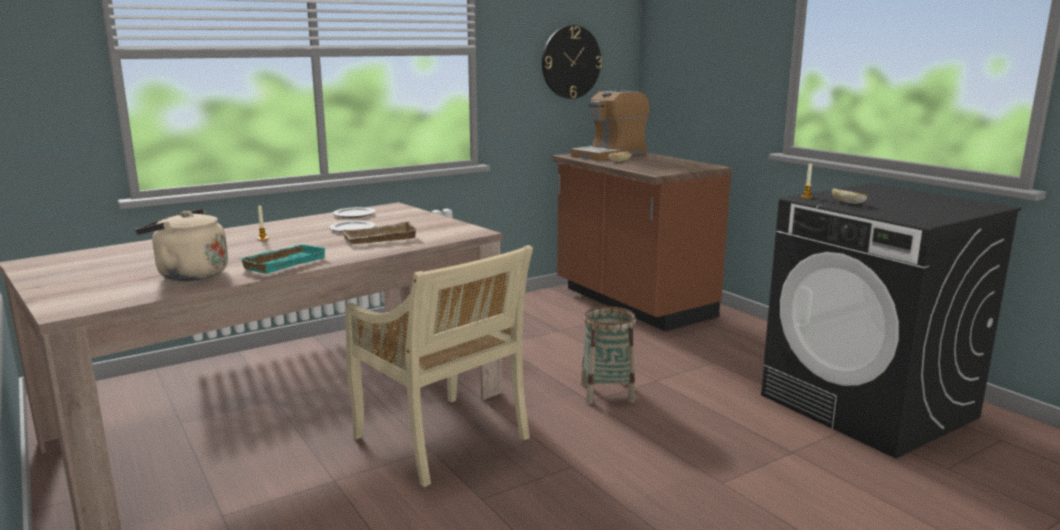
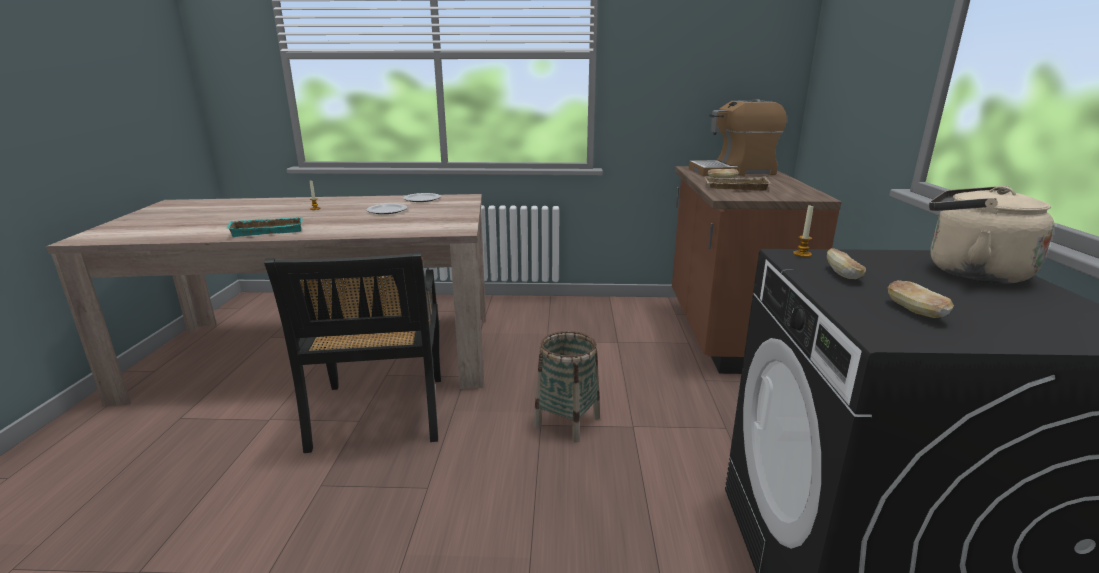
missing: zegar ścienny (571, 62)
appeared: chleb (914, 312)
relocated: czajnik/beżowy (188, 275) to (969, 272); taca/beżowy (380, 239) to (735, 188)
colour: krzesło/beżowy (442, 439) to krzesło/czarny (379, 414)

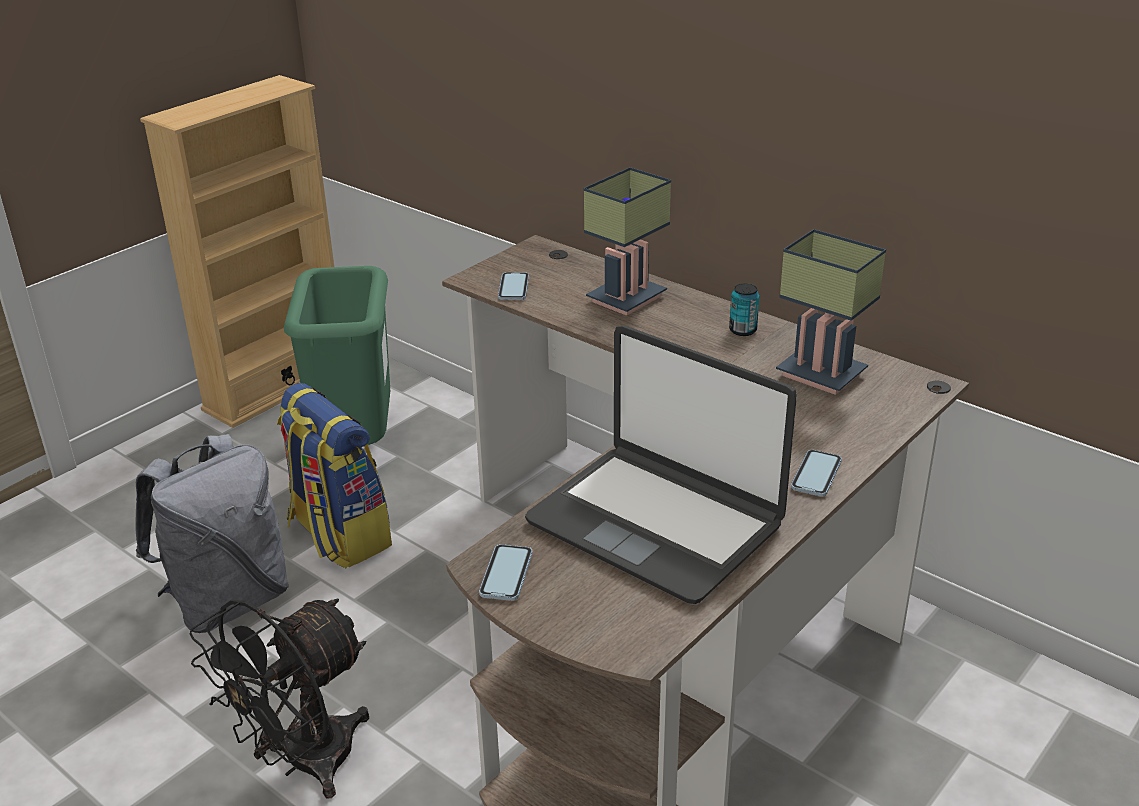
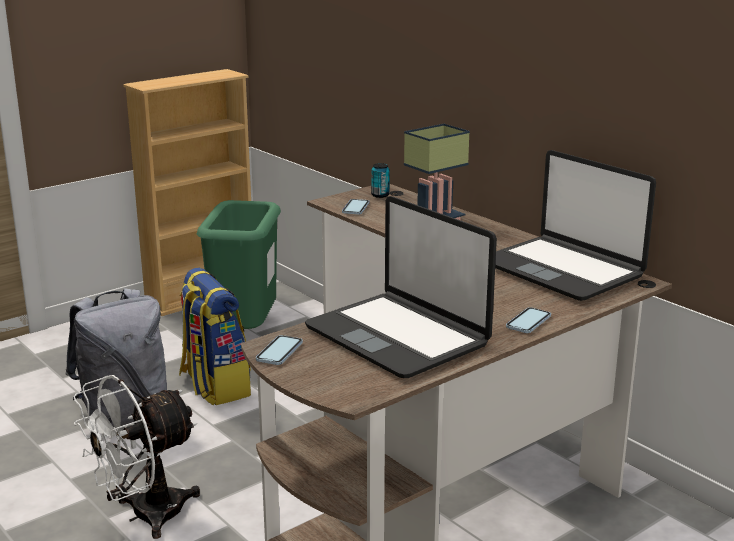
relocated: puszka (743, 330) to (380, 195)
exchanged: lampa stołowa (825, 374) to laptop (562, 269)
colour: wentylator/czarny (303, 763) to wentylator/biały (144, 516)

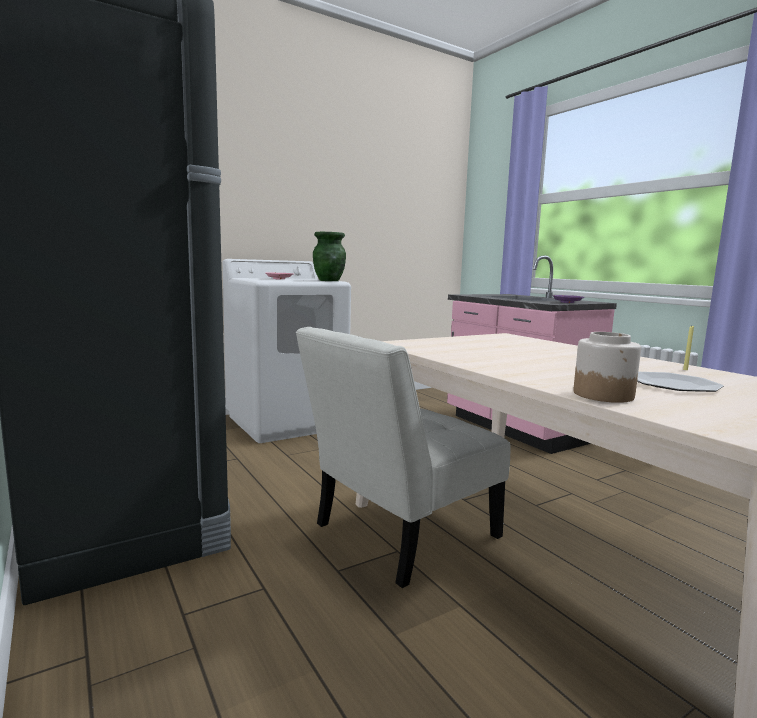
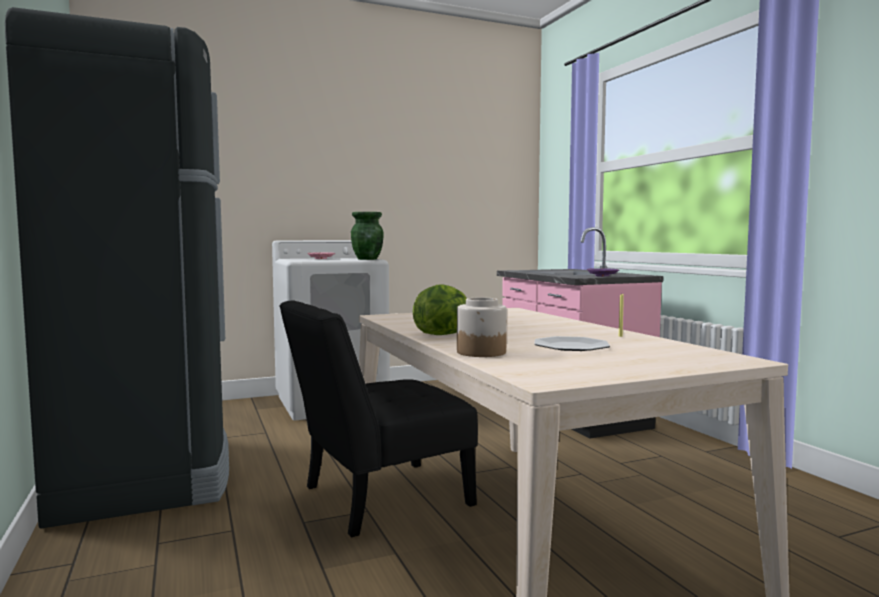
appeared: sałata (444, 334)
colour: krzesło/biały (399, 534) to krzesło/czarny (378, 498)

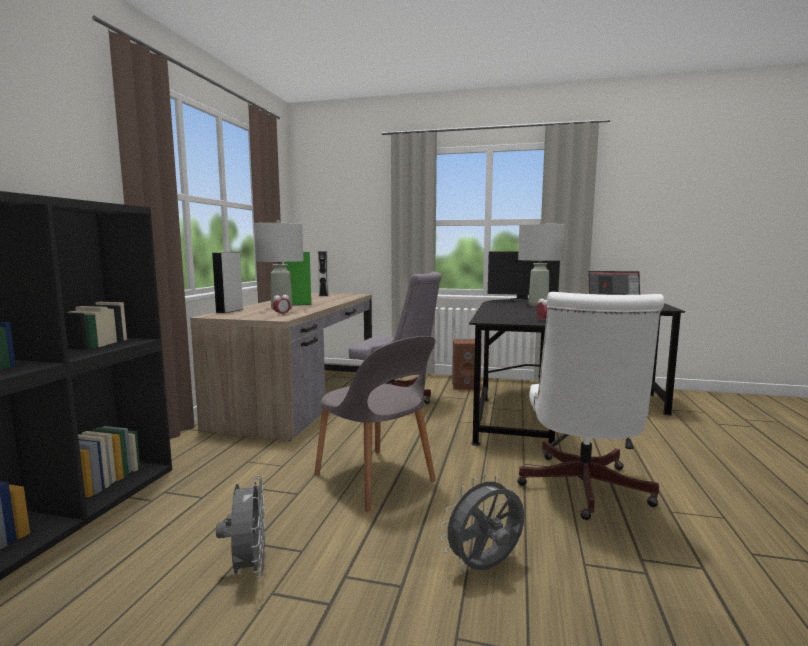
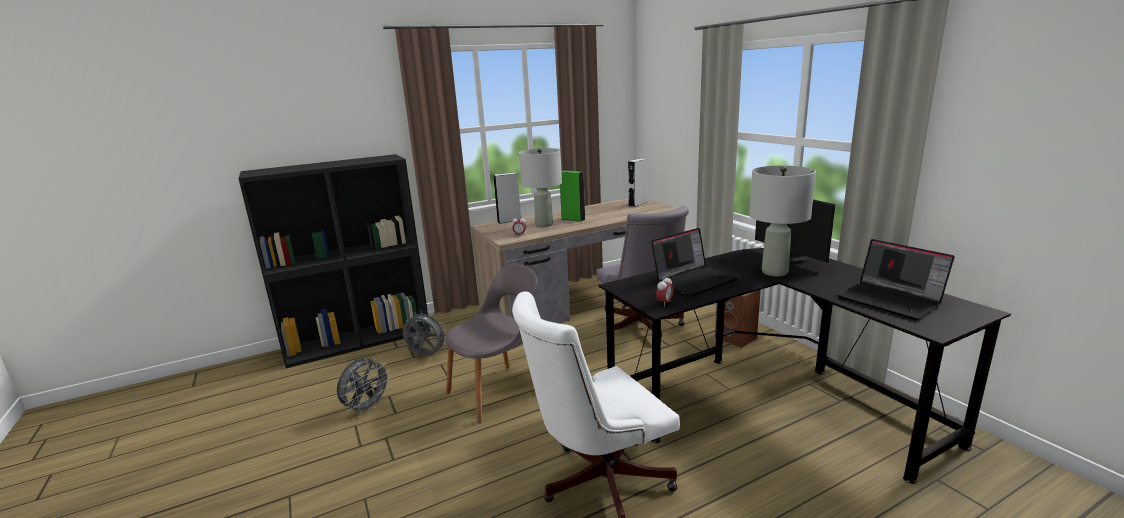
appeared: laptop (694, 280)
relocated: wentylator/szary (485, 567) to (426, 356)
spun: krzesło/szary (376, 479) = (498, 391) 135 degrees counterclockwise

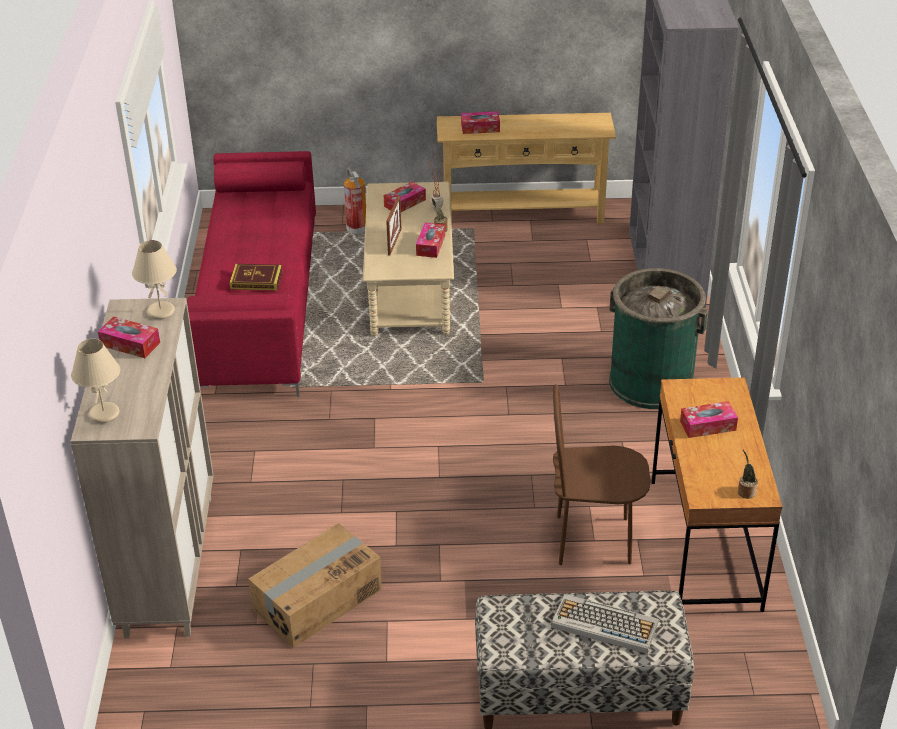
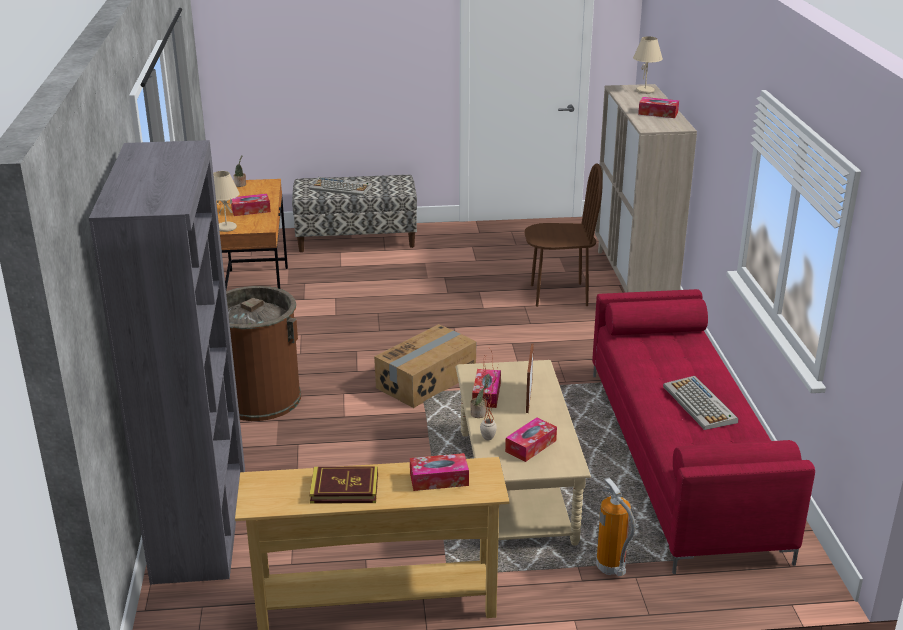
appeared: klawiatura (700, 404)
relocated: lampa stołowa/beżowy (161, 311) to (226, 228); książka (256, 280) to (344, 489); krzesło/brązowy (593, 540) to (559, 295); karton (317, 599) to (427, 380)
colour: kosz na śmieci/zielony (651, 382) to kosz na śmieci/brązowy (260, 398)

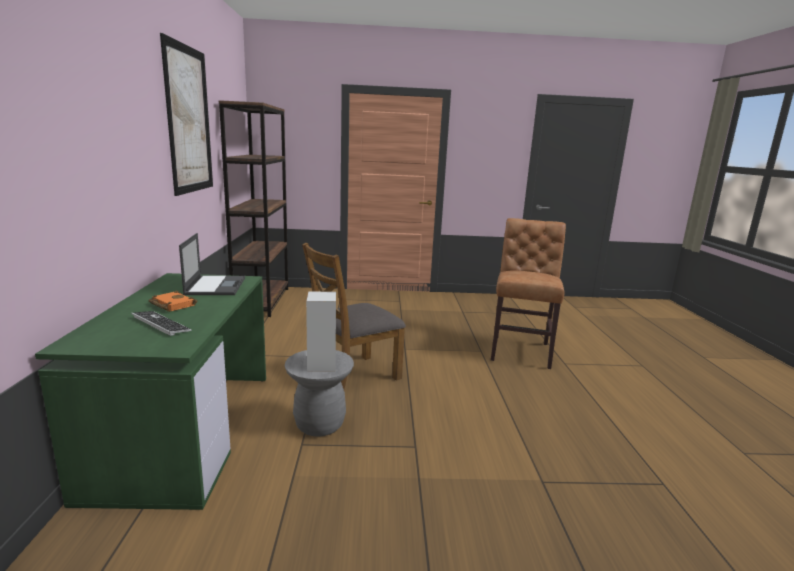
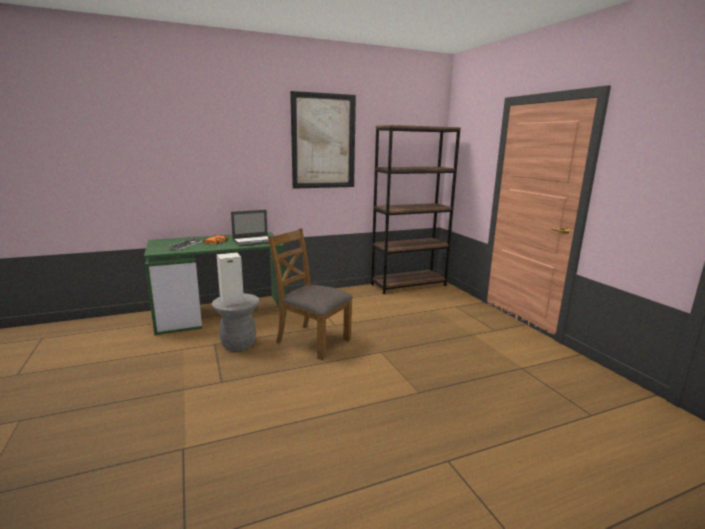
missing: krzesło/brązowy (520, 350)

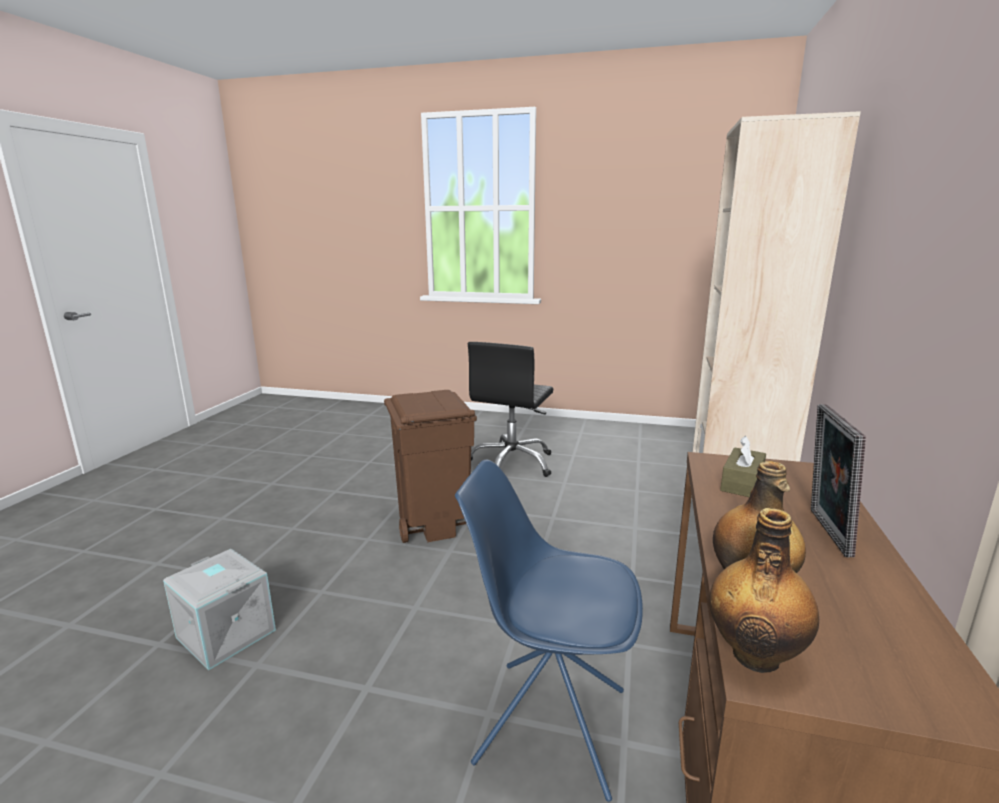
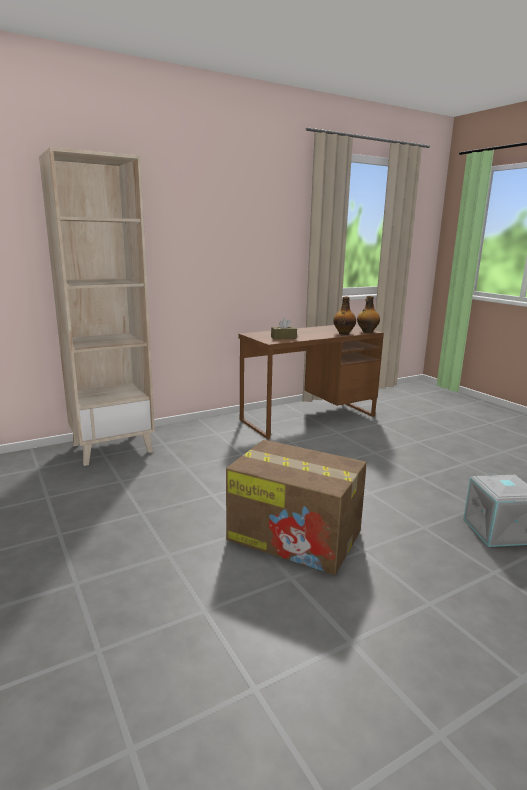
missing: krzesło biurowe/czarny (512, 463); ramka na zdjęcie (824, 531); krzesło/niebieski (548, 724)
exchanged: kosz na śmieci/brązowy (433, 523) to karton (296, 536)

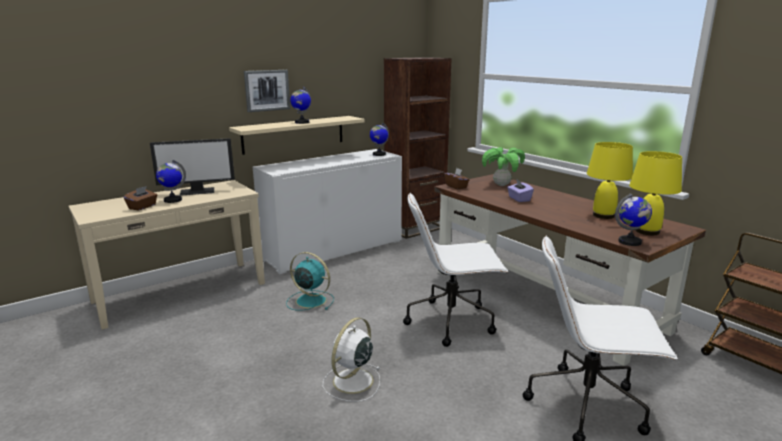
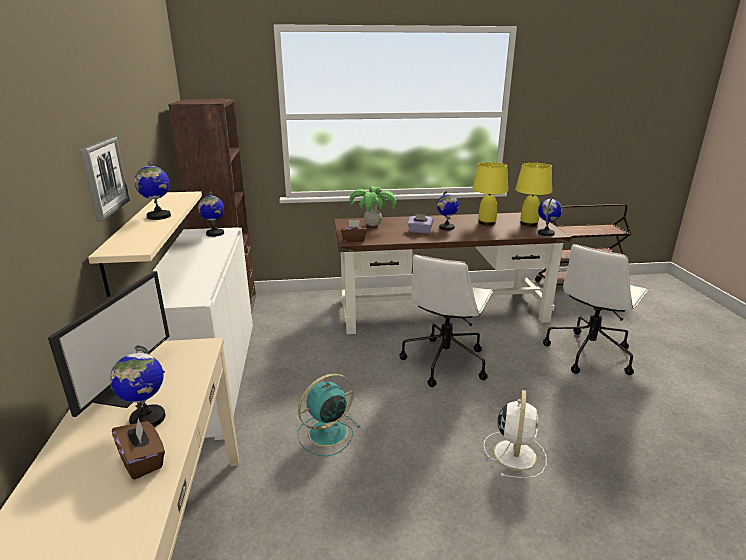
appeared: globus (446, 227)
spun: wentylator/biały (352, 382) = (514, 453) 135 degrees counterclockwise

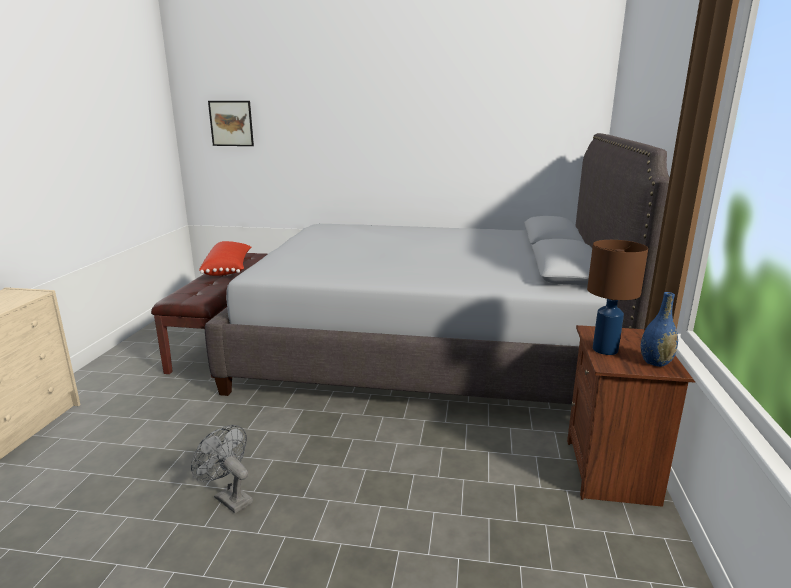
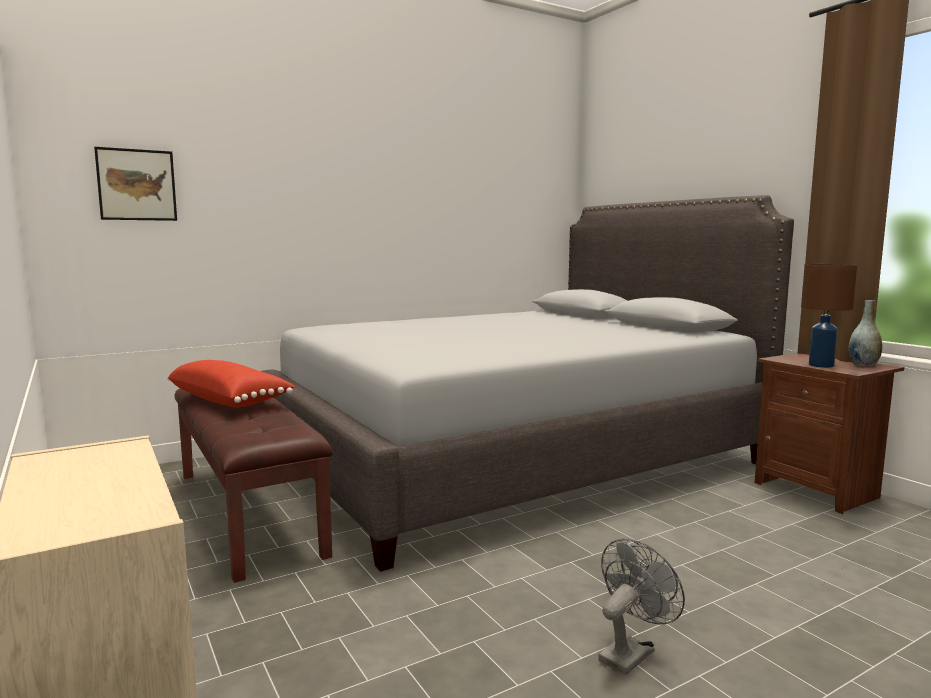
colour: wazon/niebieski (655, 362) to wazon/szary (863, 365)
spun: wentylator/szary (229, 498) = (630, 652) 135 degrees clockwise

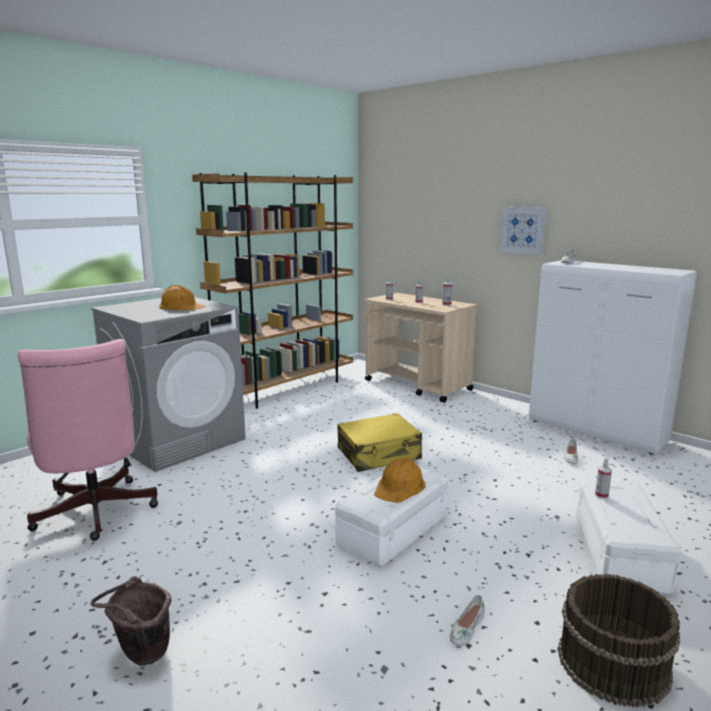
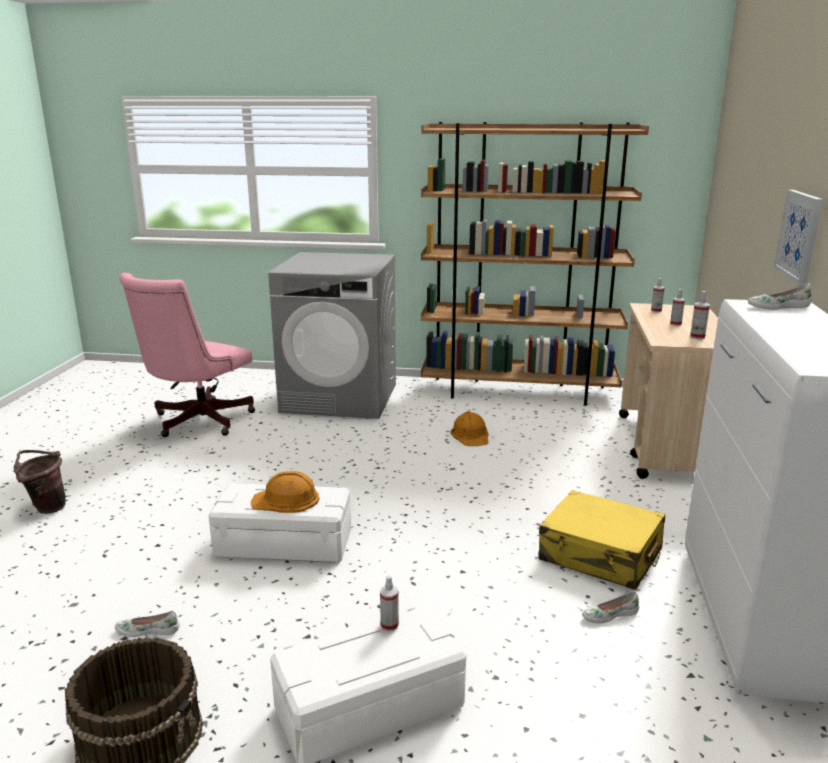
relocated: kask/pomarańczowy (181, 306) to (471, 435); walizka/żółty (379, 454) to (600, 555)

